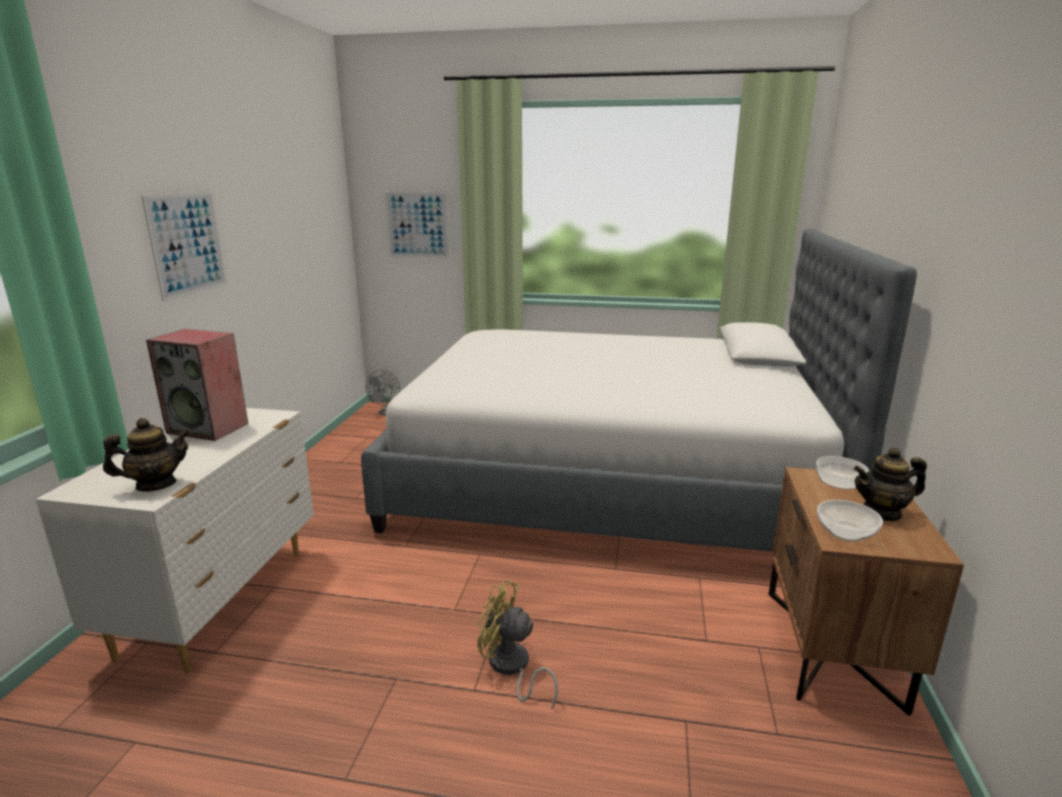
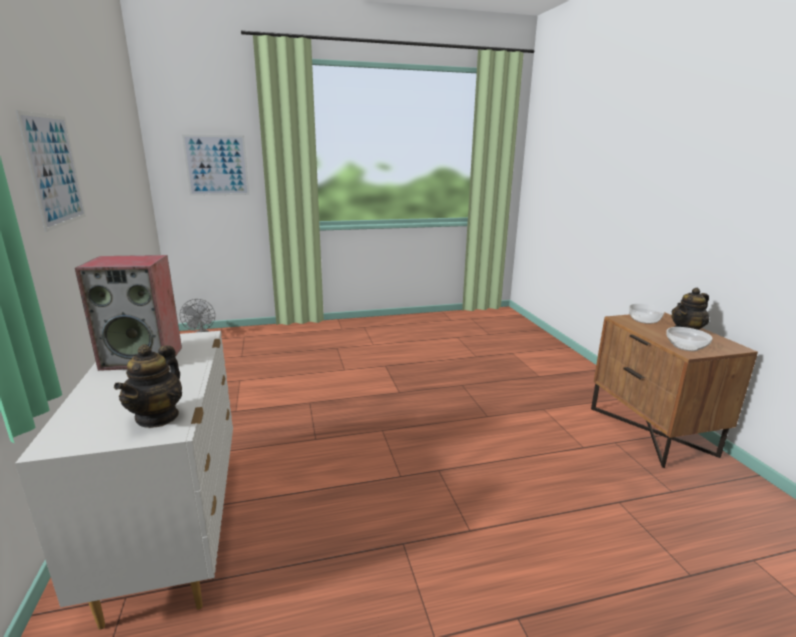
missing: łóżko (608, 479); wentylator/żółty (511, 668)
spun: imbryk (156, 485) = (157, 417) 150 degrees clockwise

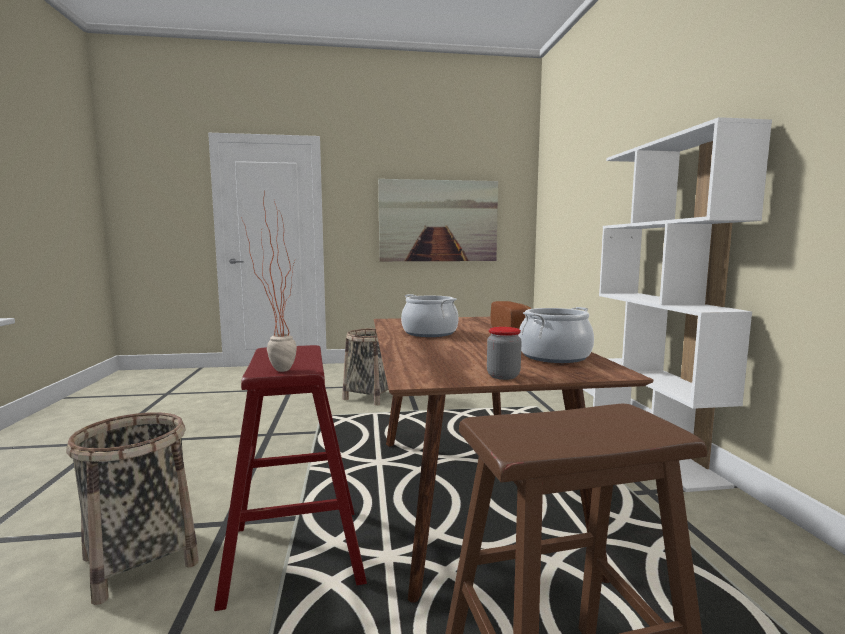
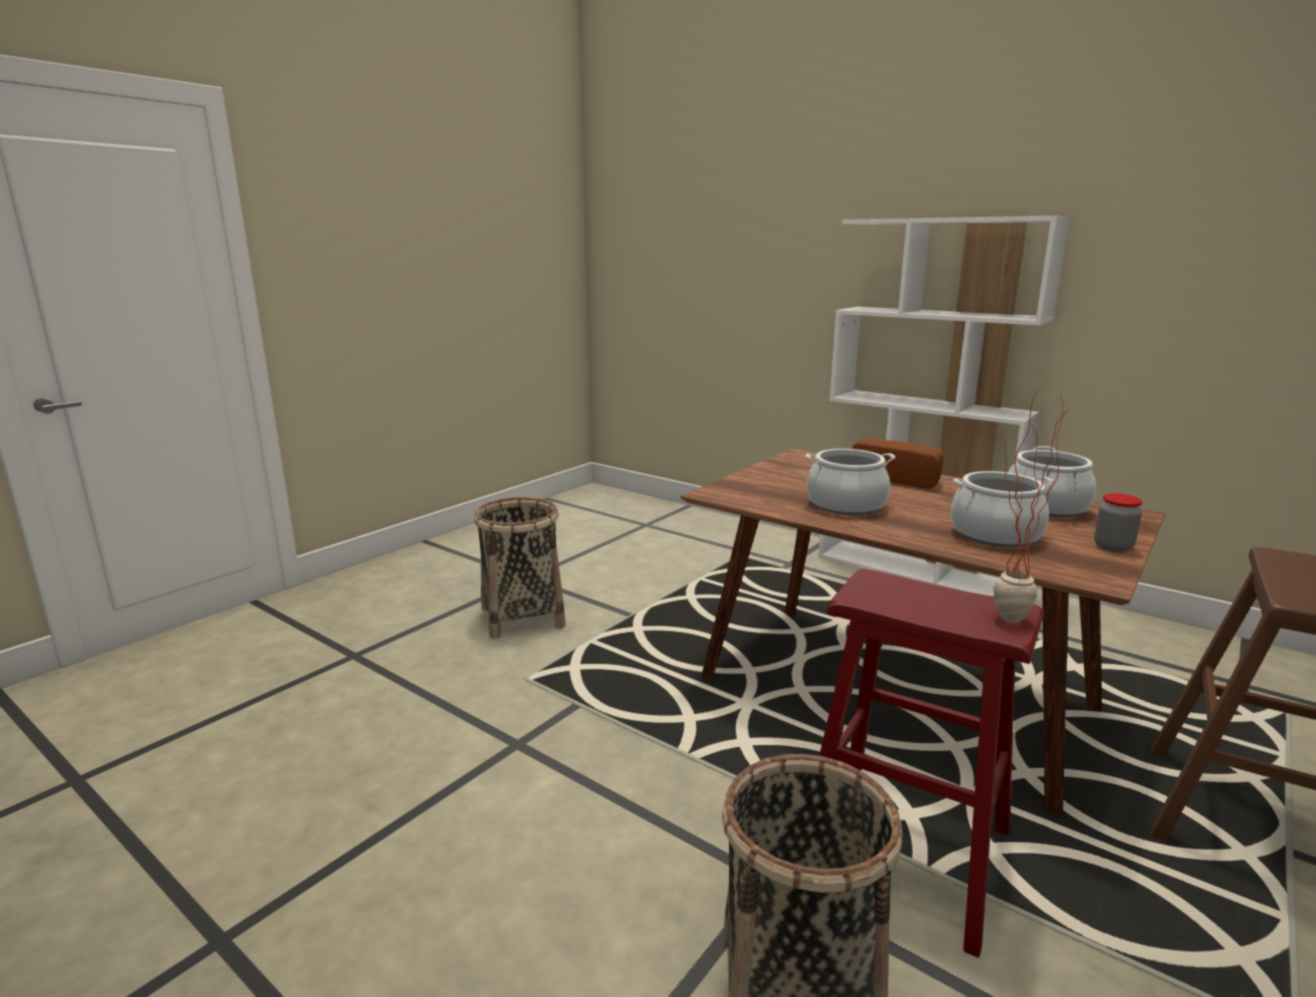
missing: obraz (438, 221)
appeared: garnek (995, 535)

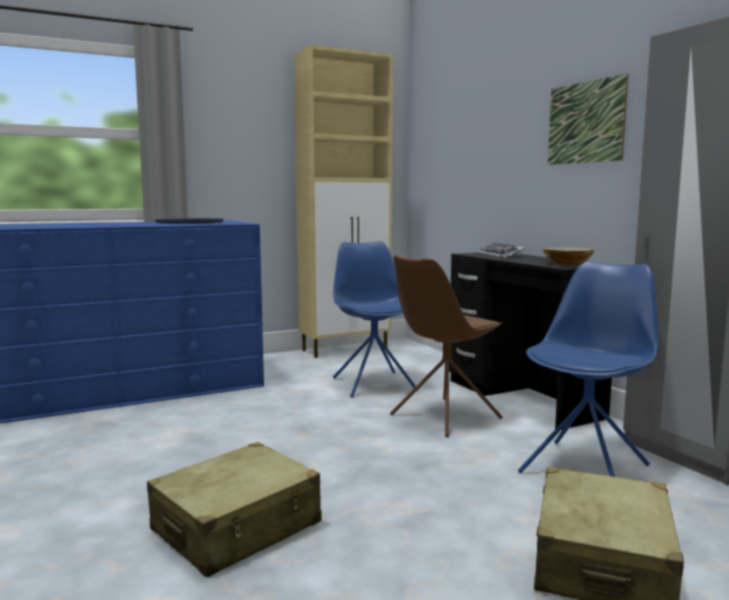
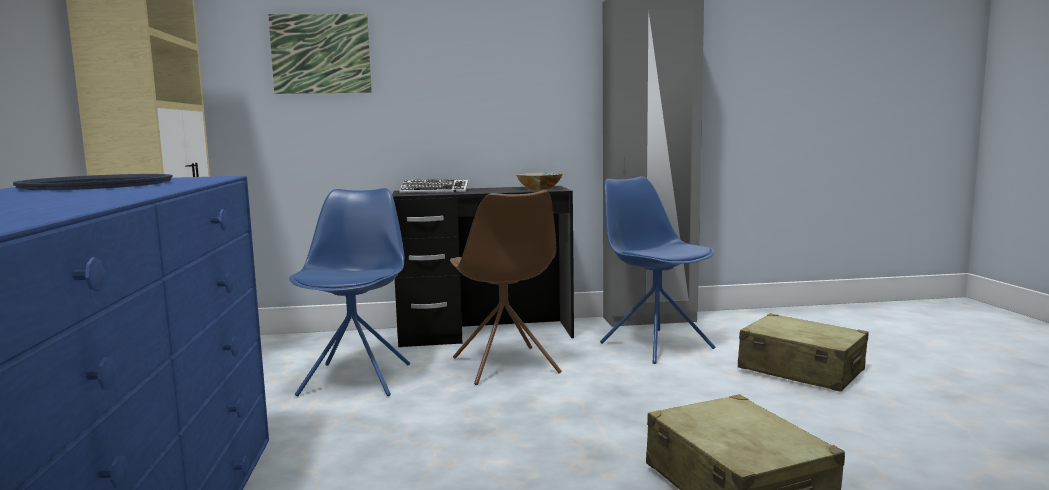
relocated: obraz (585, 122) to (321, 54)
spun: krzesło/niebieski (374, 383) = (357, 379) 90 degrees clockwise

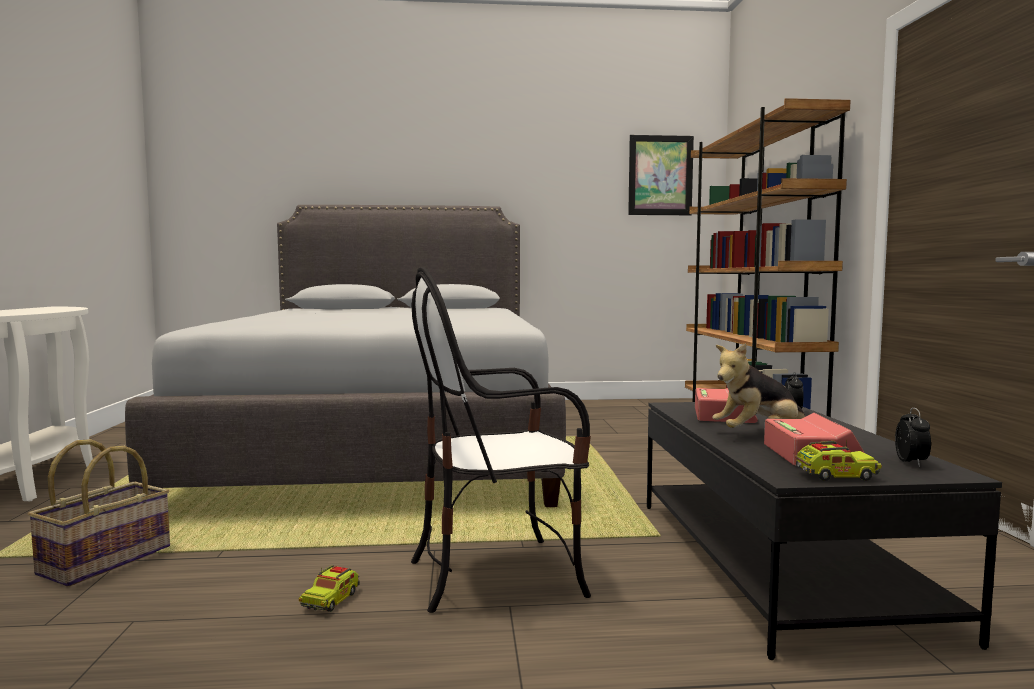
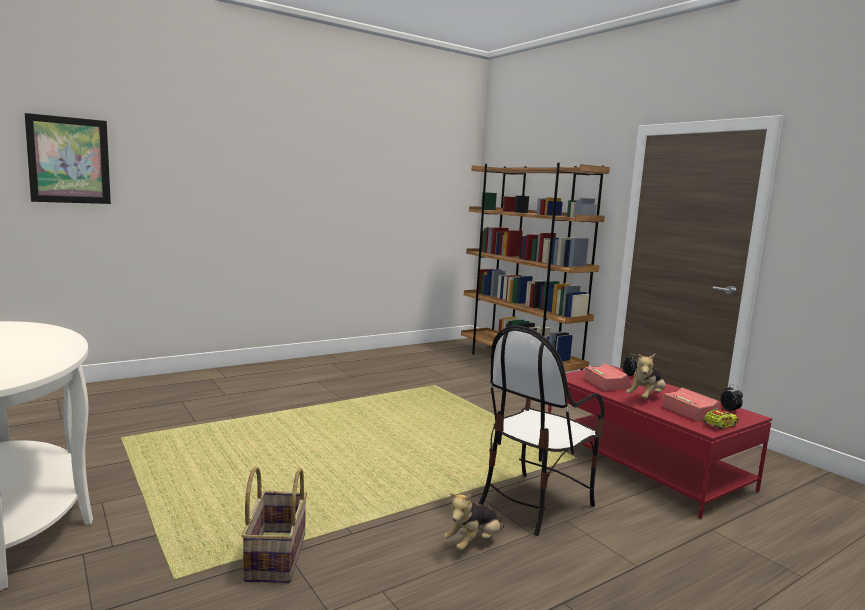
missing: łóżko/szary (387, 442)
relocated: obraz (660, 175) to (69, 160)
exchanged: ciężarówka zabawkowa (331, 600) to pluszak (474, 543)
colour: ława/czarny (776, 562) to ława/czerwony (643, 463)

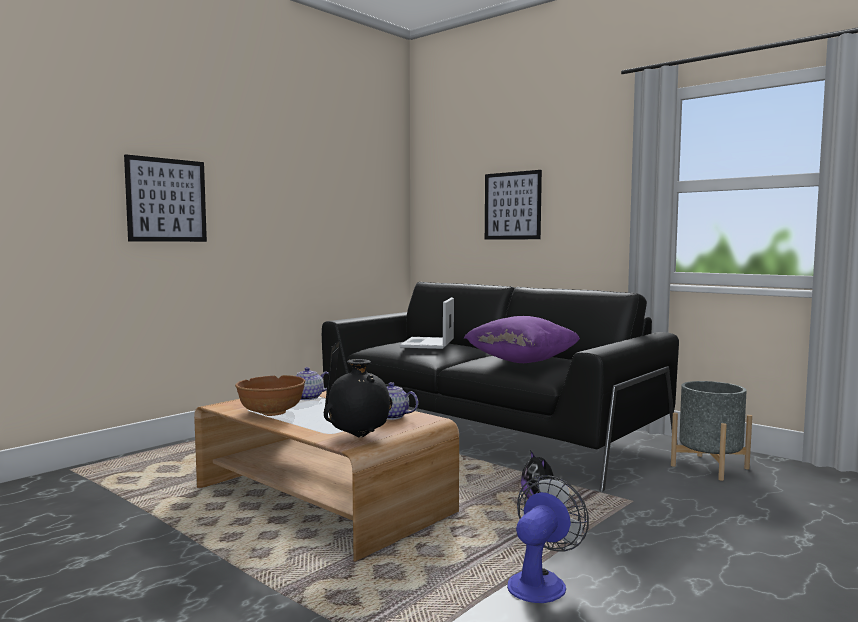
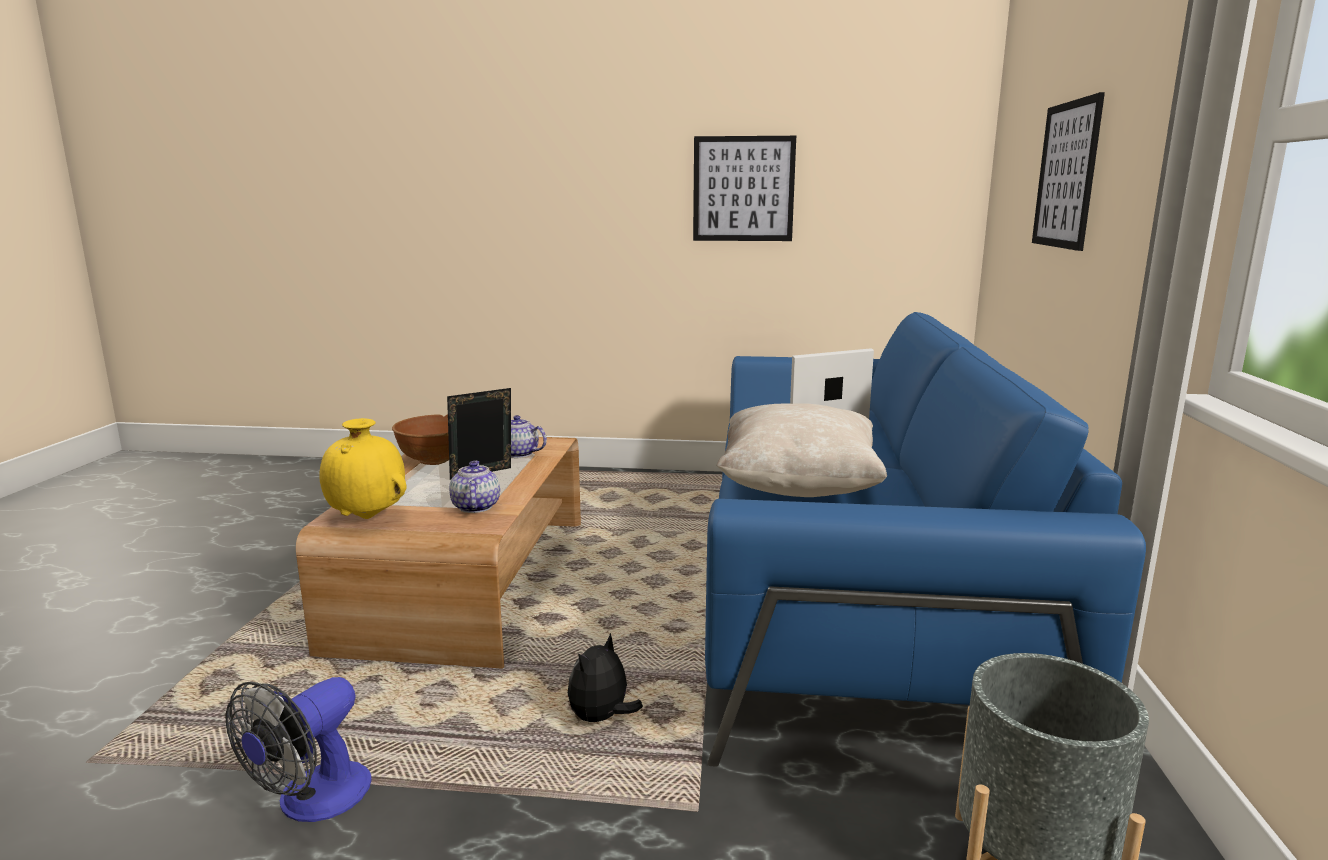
relocated: obraz (166, 200) to (743, 189)
colour: kanapa/czarny (486, 430) to kanapa/niebieski (854, 586); poduszka/fioletowy (522, 361) to poduszka/beżowy (798, 488); wazon/czarny (359, 436) to wazon/żółty (368, 517)
spun: wentylator (541, 582) = (312, 801) 120 degrees clockwise

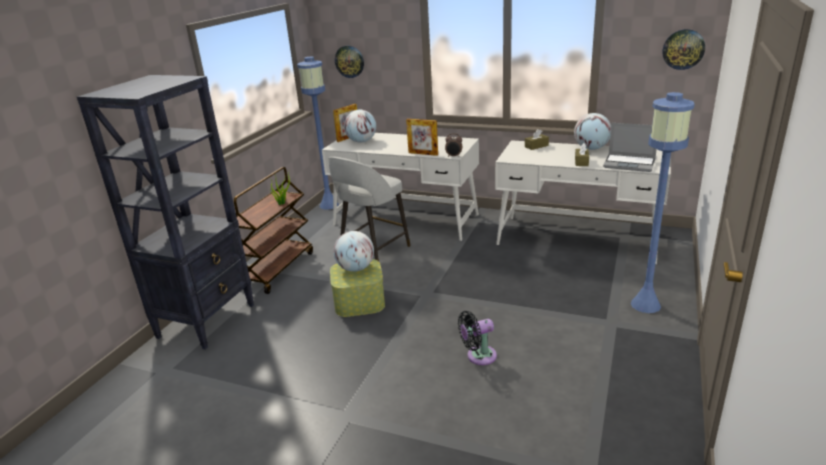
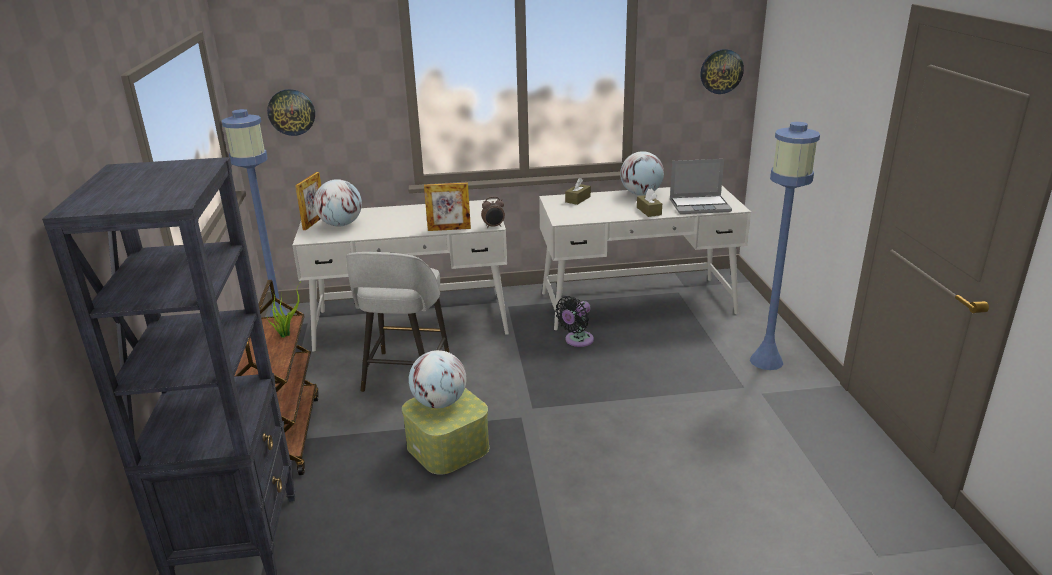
relocated: wentylator/czarny (478, 356) to (577, 340)

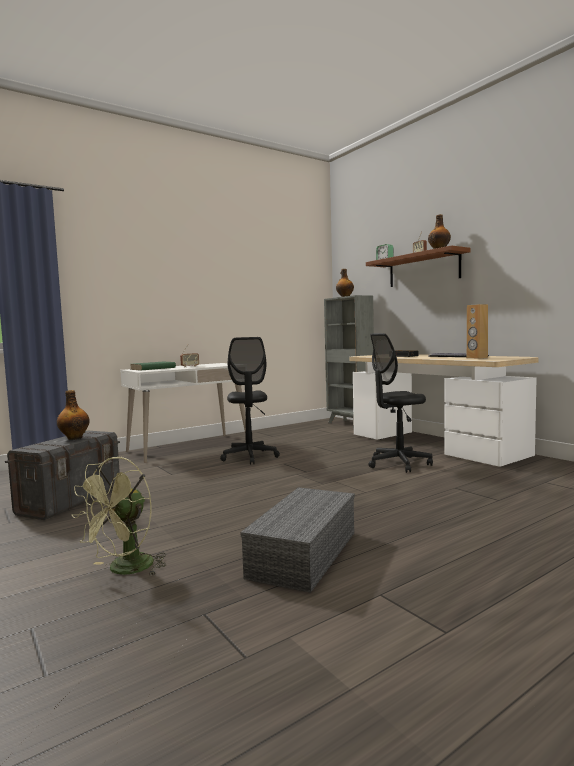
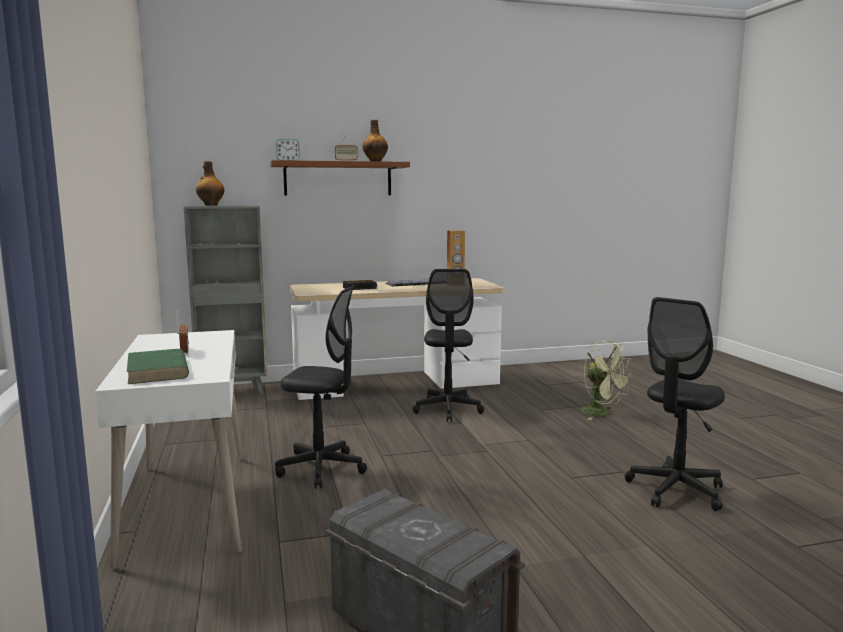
missing: butelka (74, 438)
relocated: wentylator/zielony (124, 570) to (601, 413)
exchanged: pojemnik do przechowywania/szary (303, 552) to krzesło biurowe/czarny (676, 490)

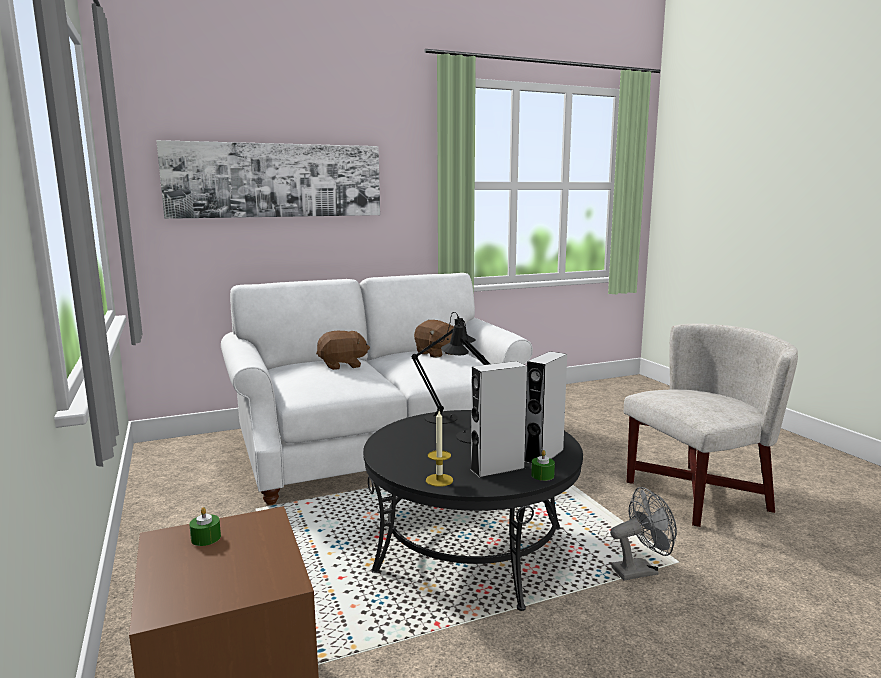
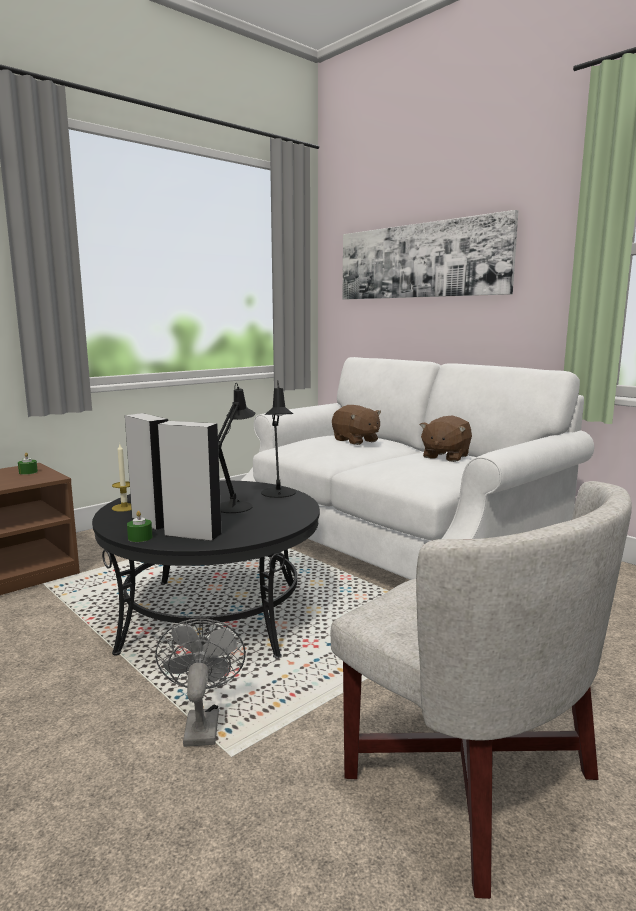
spun: wentylator/szary (640, 570) = (201, 723) 150 degrees counterclockwise

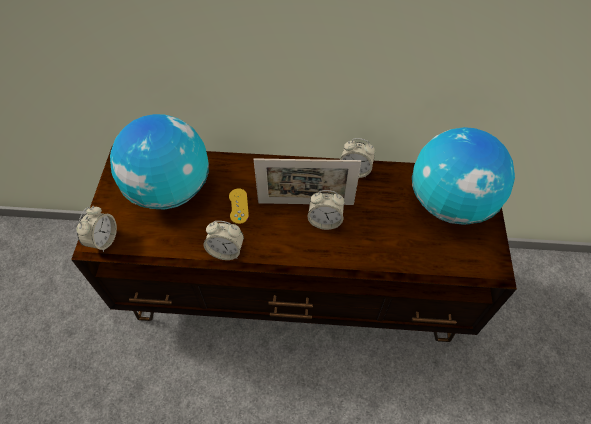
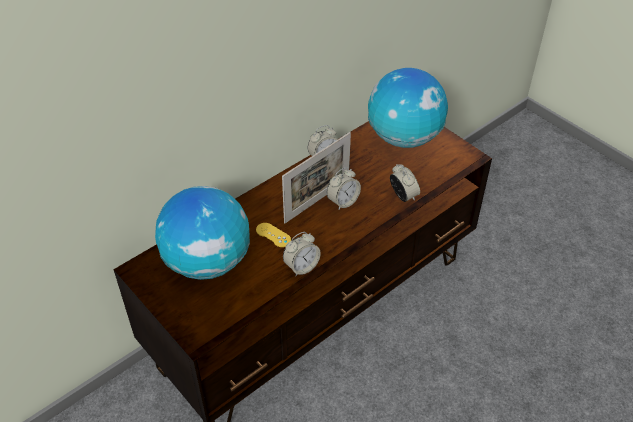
relocated: budzik (103, 240) to (403, 196)

